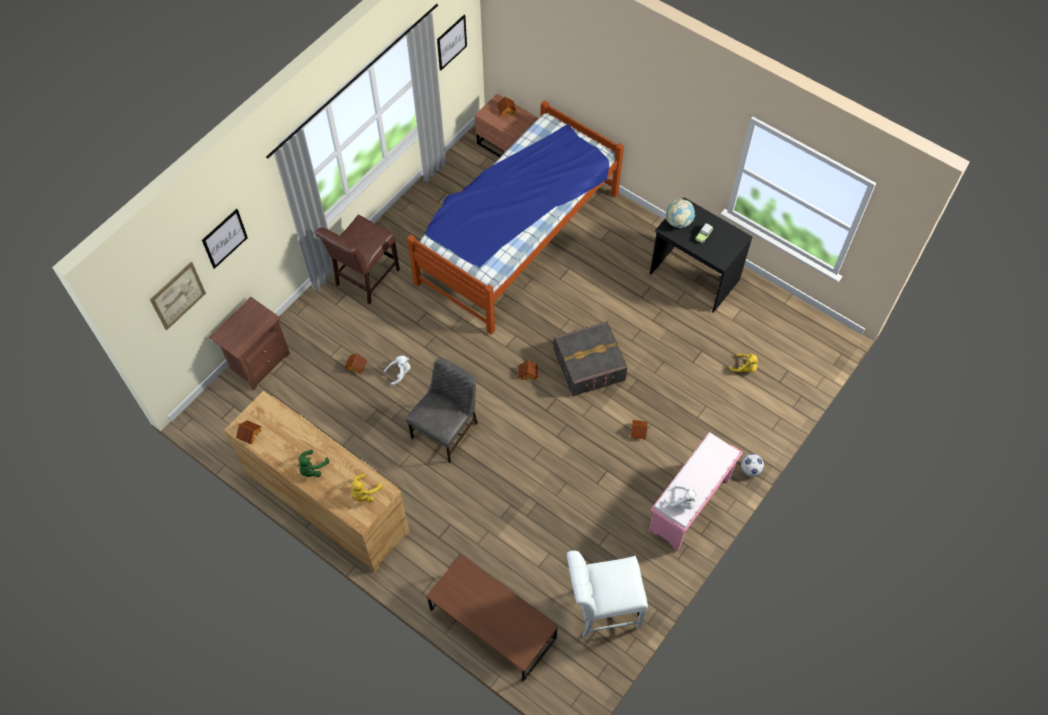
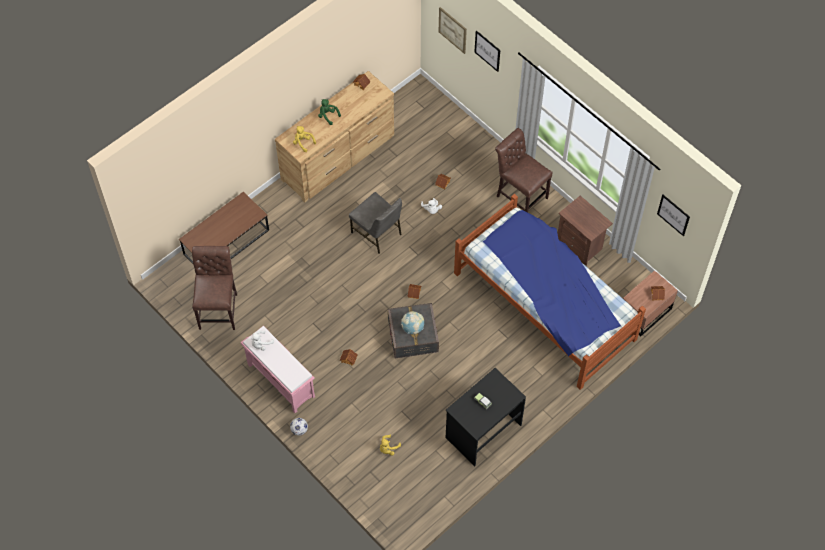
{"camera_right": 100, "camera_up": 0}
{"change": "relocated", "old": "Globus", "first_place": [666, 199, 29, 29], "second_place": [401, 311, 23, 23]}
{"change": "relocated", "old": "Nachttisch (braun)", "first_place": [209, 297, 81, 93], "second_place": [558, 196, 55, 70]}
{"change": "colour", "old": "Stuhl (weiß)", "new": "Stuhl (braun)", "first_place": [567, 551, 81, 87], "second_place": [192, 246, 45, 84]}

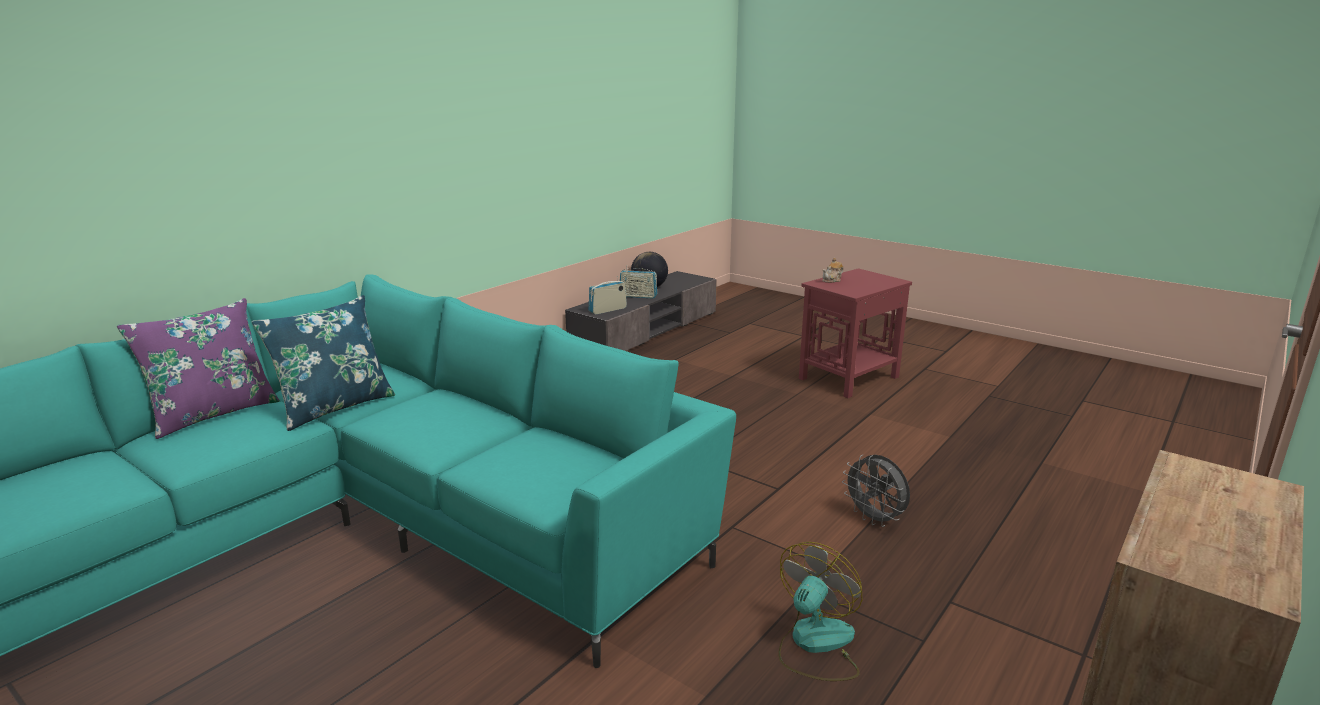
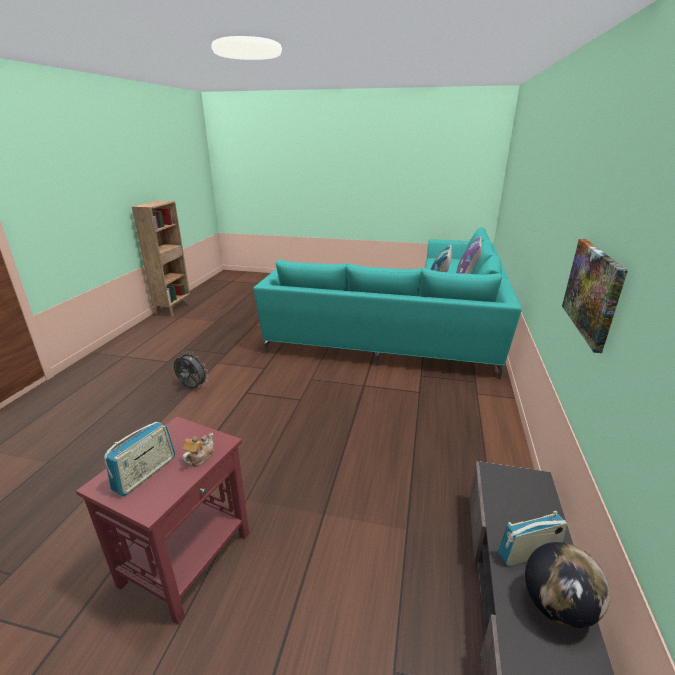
{"camera_right": 155, "camera_up": 5}
{"change": "relocated", "old": "Radio", "first_place": [589, 276, 38, 38], "second_place": [104, 422, 71, 74]}
{"change": "missing", "old": "Ventilator", "first_place": [778, 542, 84, 139]}
{"change": "appeared", "new": "Bild", "second_place": [562, 239, 66, 114]}

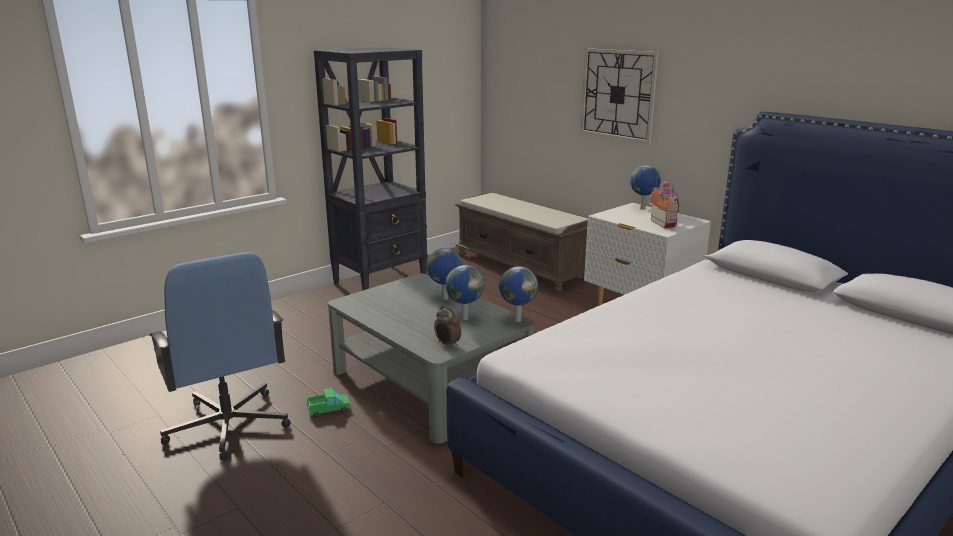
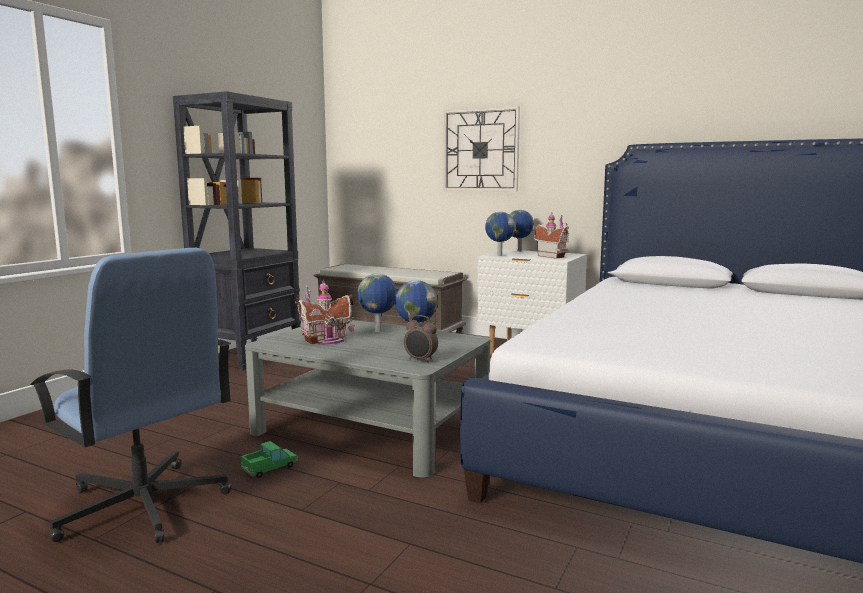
{"camera_right": -20, "camera_up": -10}
{"change": "relocated", "old": "Globus", "first_place": [499, 266, 39, 56], "second_place": [485, 212, 30, 44]}
{"change": "appeared", "new": "Spielzeughaus", "second_place": [295, 279, 59, 66]}

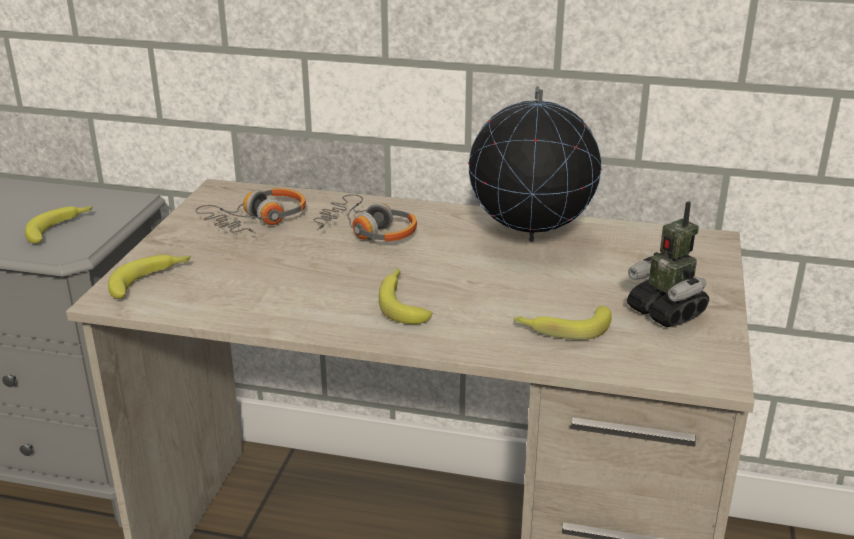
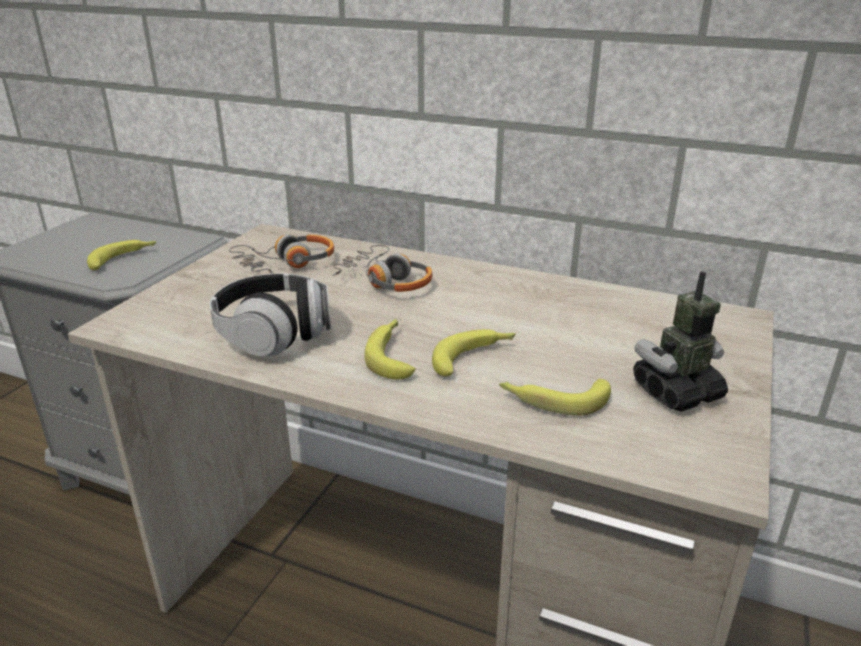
{"camera_right": 10, "camera_up": 0}
{"change": "missing", "old": "Globus", "first_place": [468, 86, 134, 156]}
{"change": "spun", "old": "Spielzeugroboter", "first_place": [627, 201, 82, 126], "second_place": [633, 271, 95, 141], "degrees": 90}
{"change": "relocated", "old": "Banane", "first_place": [108, 255, 83, 44], "second_place": [432, 329, 84, 47]}
{"change": "appeared", "new": "Kopfhörer", "second_place": [210, 273, 121, 83]}

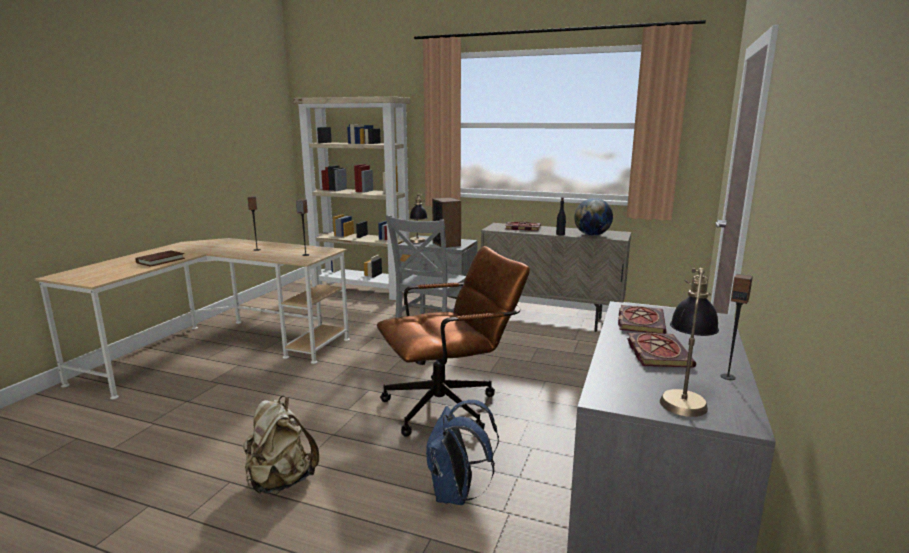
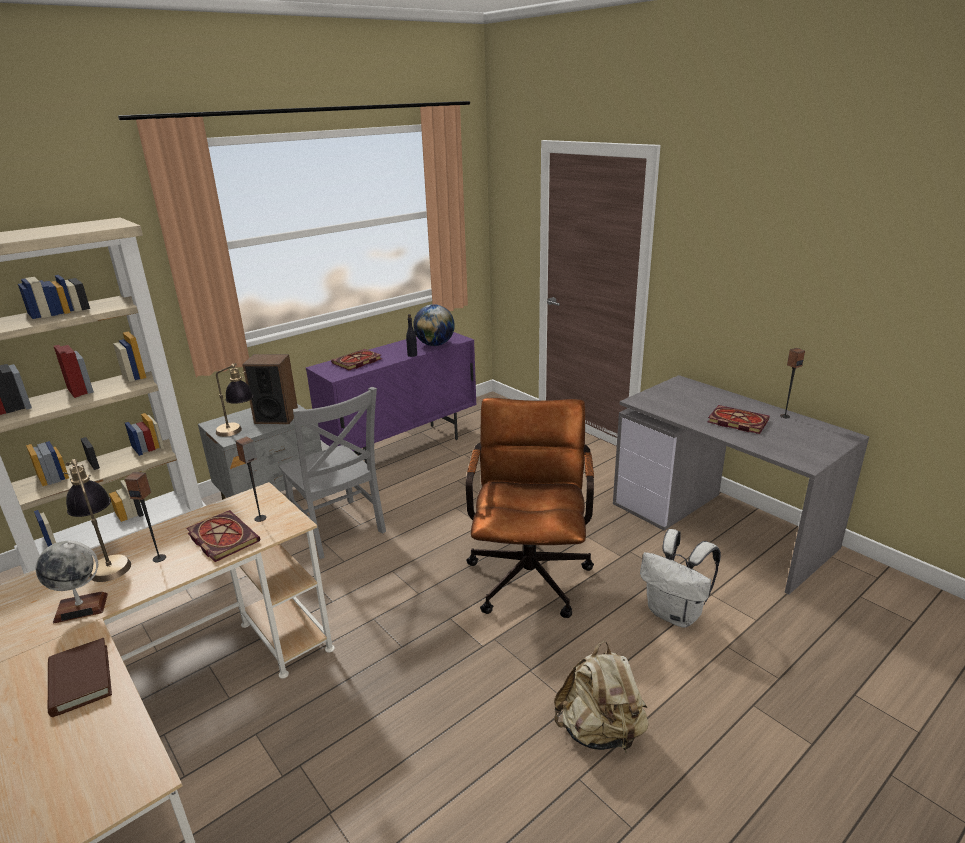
{"camera_right": -60, "camera_up": 10}
{"change": "colour", "old": "Schrank (beige)", "new": "Schrank (lila)", "first_place": [481, 223, 150, 109], "second_place": [306, 332, 171, 132]}
{"change": "relocated", "old": "Tischlampe", "first_place": [660, 268, 59, 149], "second_place": [63, 459, 68, 123]}
{"change": "relocated", "old": "Buch", "first_place": [618, 305, 48, 29], "second_place": [186, 510, 74, 52]}
{"change": "colour", "old": "Rucksack (blau)", "new": "Rucksack (weiß)", "first_place": [426, 400, 73, 105], "second_place": [640, 529, 81, 99]}
{"change": "appeared", "new": "Globus", "second_place": [36, 540, 72, 84]}

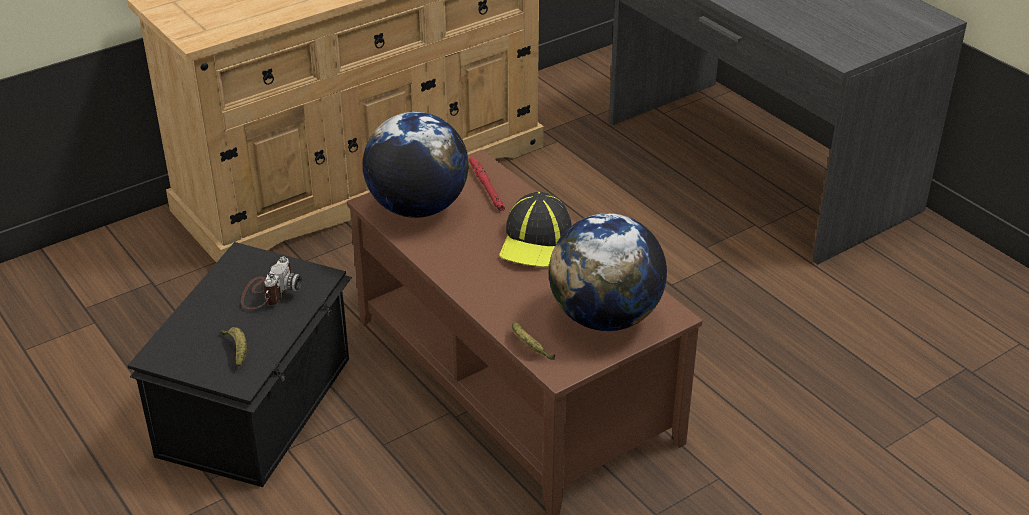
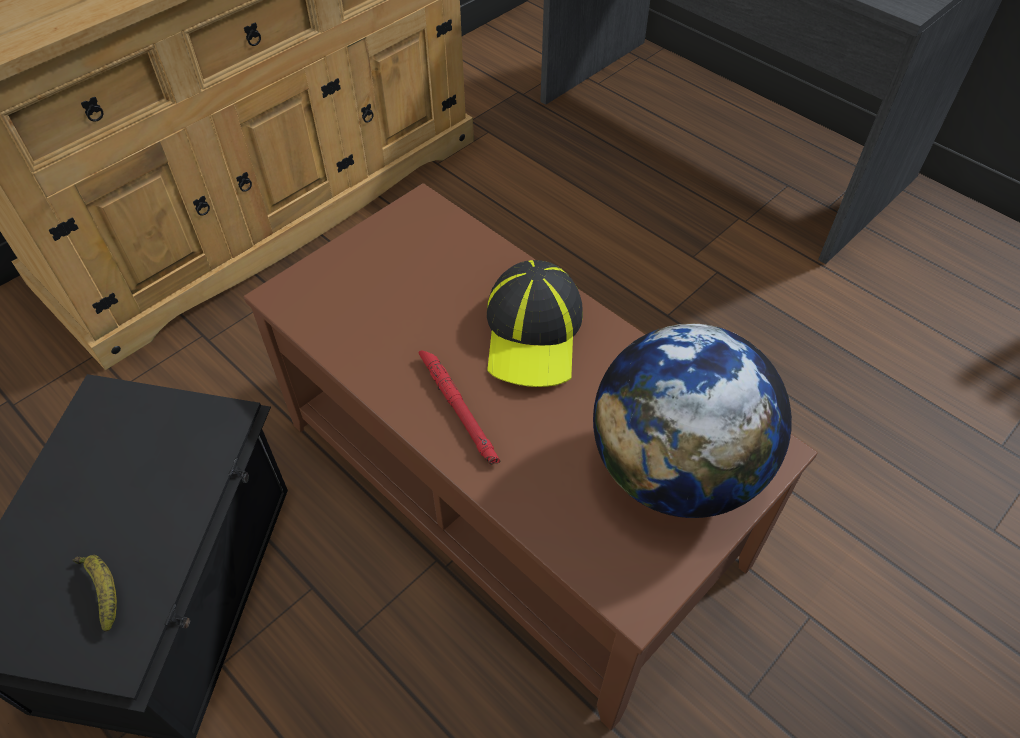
{"camera_right": -10, "camera_up": 15}
{"change": "missing", "old": "Globus", "first_place": [363, 112, 106, 106]}
{"change": "relocated", "old": "Taschenlampe (rot)", "first_place": [469, 158, 36, 53], "second_place": [418, 351, 83, 113]}
{"change": "missing", "old": "Kamera", "first_place": [241, 257, 61, 52]}
{"change": "missing", "old": "Banane", "first_place": [512, 322, 43, 38]}

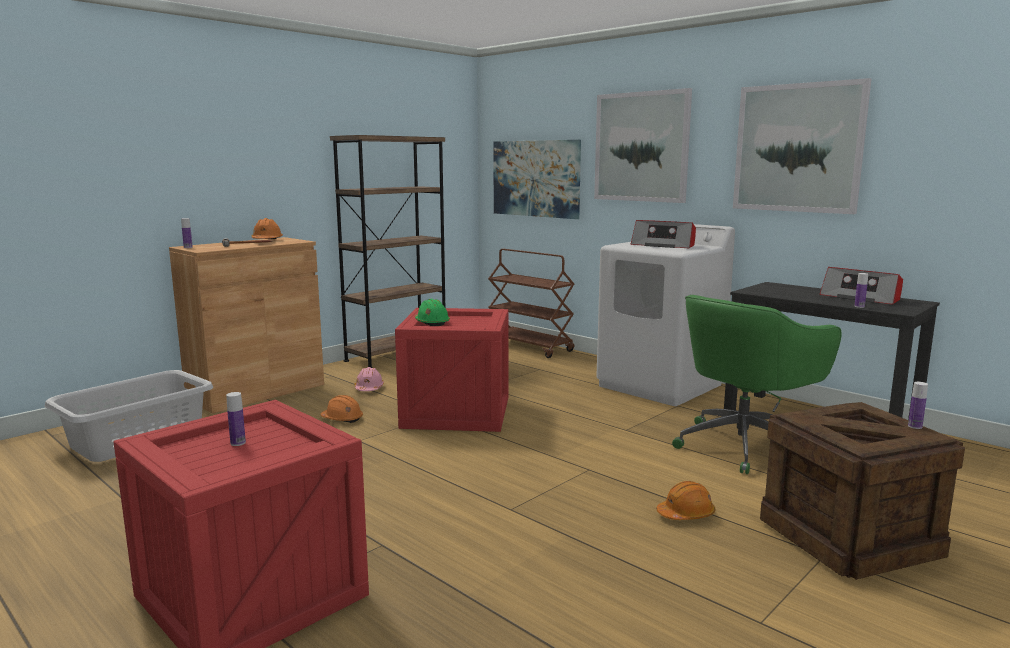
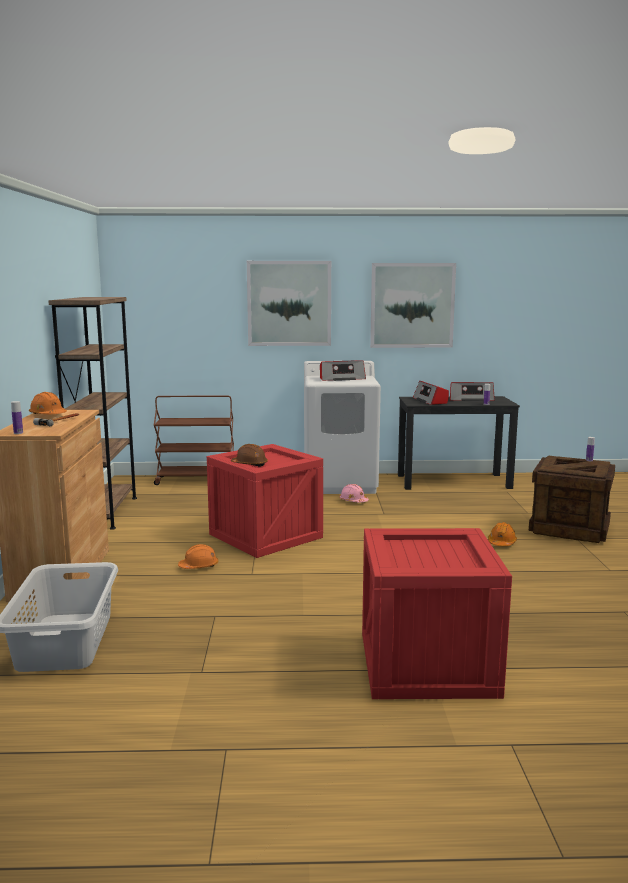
{"camera_right": -45, "camera_up": 0}
{"change": "missing", "old": "Bild", "first_place": [493, 140, 88, 79]}
{"change": "missing", "old": "Bürostuhl (grün)", "first_place": [672, 295, 169, 179]}
{"change": "colour", "old": "Schutzhelm (grün)", "new": "Schutzhelm (braun)", "first_place": [415, 299, 35, 27], "second_place": [231, 444, 37, 23]}
{"change": "relocated", "old": "Schutzhelm (rosa)", "first_place": [354, 367, 30, 24], "second_place": [339, 484, 30, 19]}
{"change": "missing", "old": "Flasche", "first_place": [226, 392, 20, 54]}
{"change": "appeared", "new": "Radio", "second_place": [413, 381, 36, 24]}

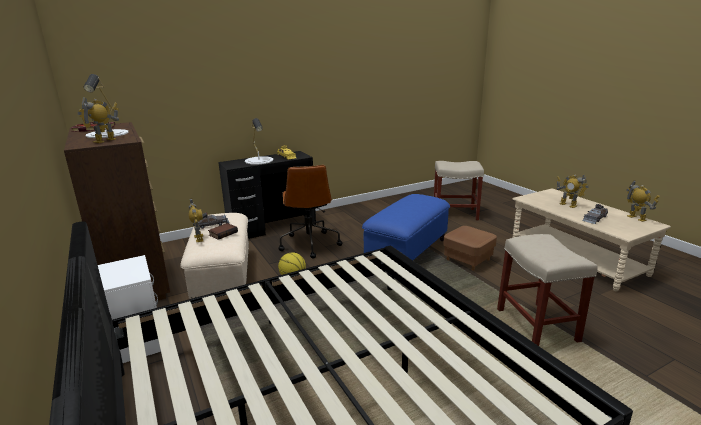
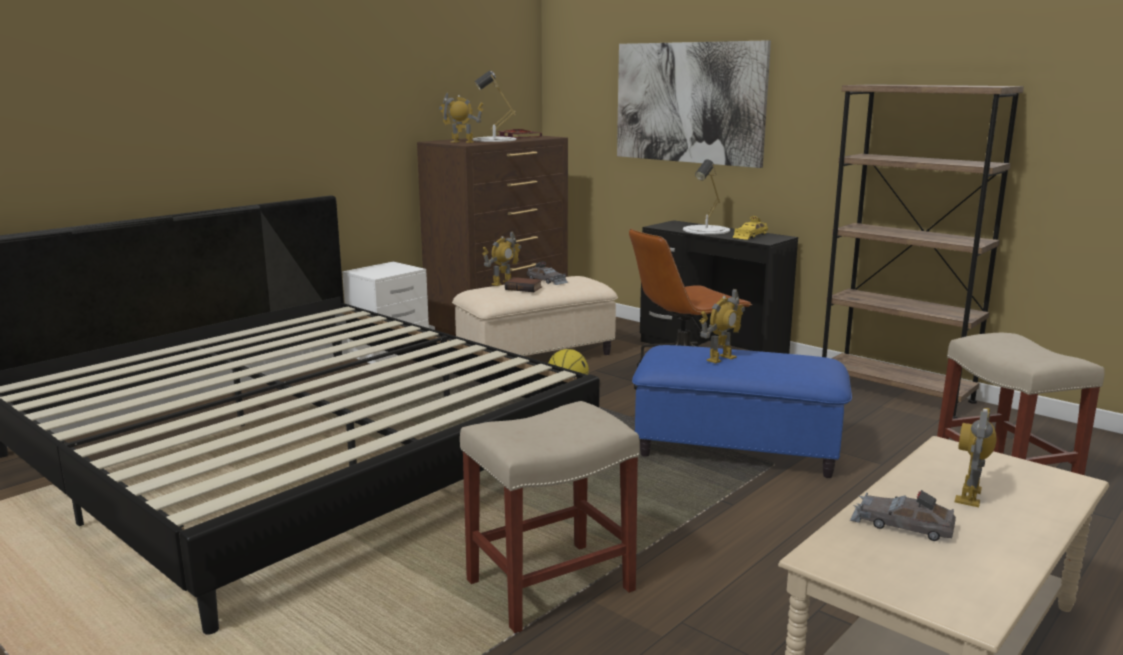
{"camera_right": 70, "camera_up": -5}
{"change": "relocated", "old": "Spielzeugroboter", "first_place": [626, 180, 34, 42], "second_place": [700, 289, 45, 74]}
{"change": "missing", "old": "Polsterhocker (braun)", "first_place": [443, 226, 54, 45]}
{"change": "appeared", "new": "Bild", "second_place": [617, 40, 154, 128]}
{"change": "appeared", "new": "Bücherregal (braun)", "second_place": [822, 84, 202, 335]}

